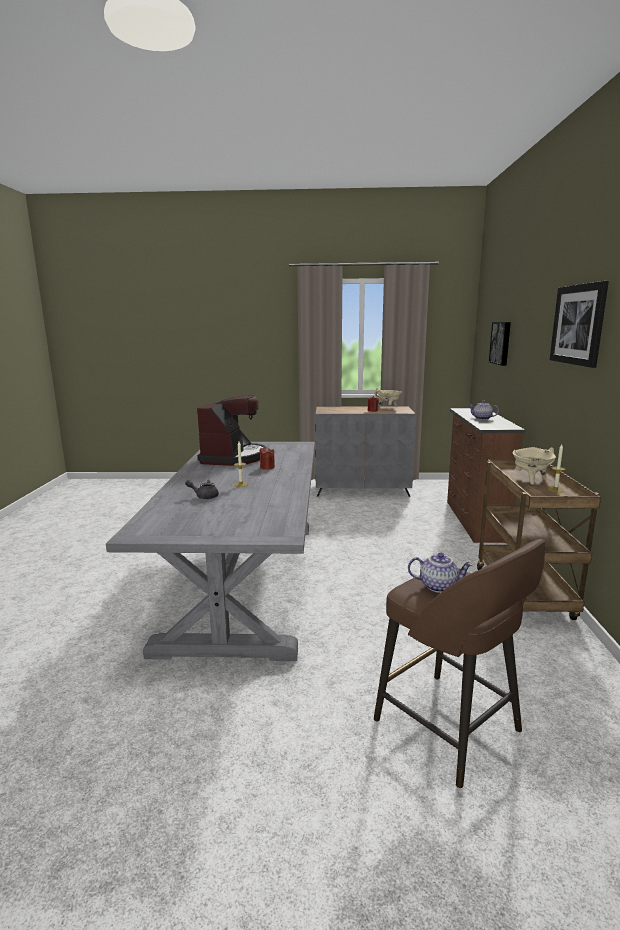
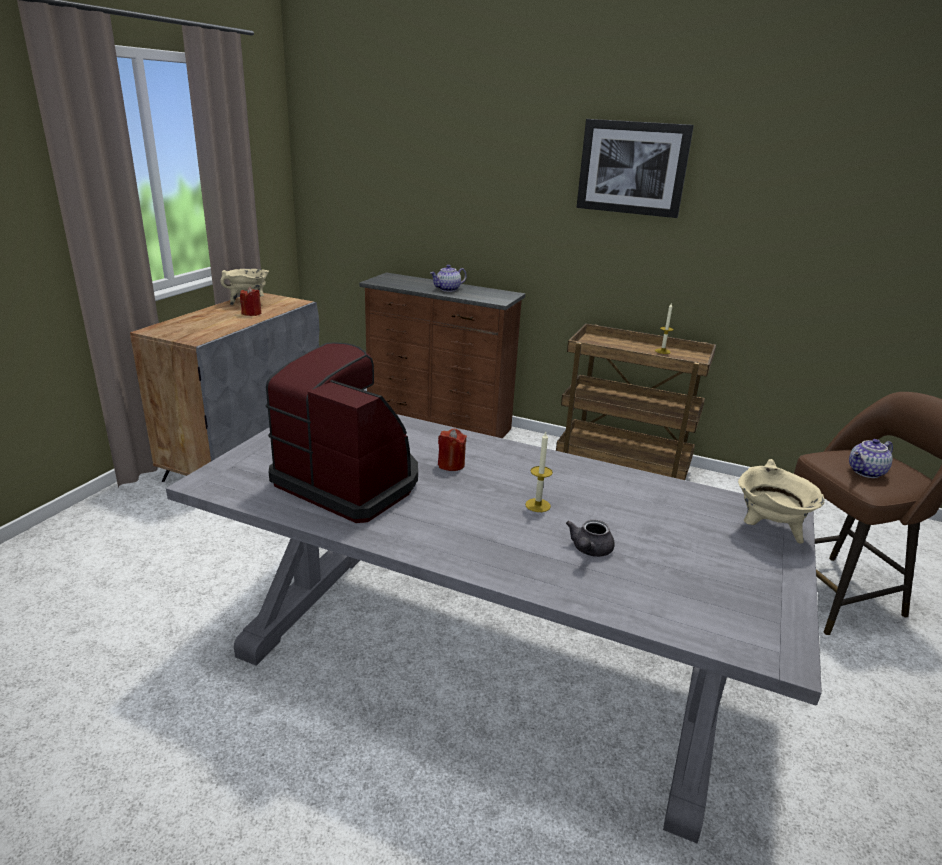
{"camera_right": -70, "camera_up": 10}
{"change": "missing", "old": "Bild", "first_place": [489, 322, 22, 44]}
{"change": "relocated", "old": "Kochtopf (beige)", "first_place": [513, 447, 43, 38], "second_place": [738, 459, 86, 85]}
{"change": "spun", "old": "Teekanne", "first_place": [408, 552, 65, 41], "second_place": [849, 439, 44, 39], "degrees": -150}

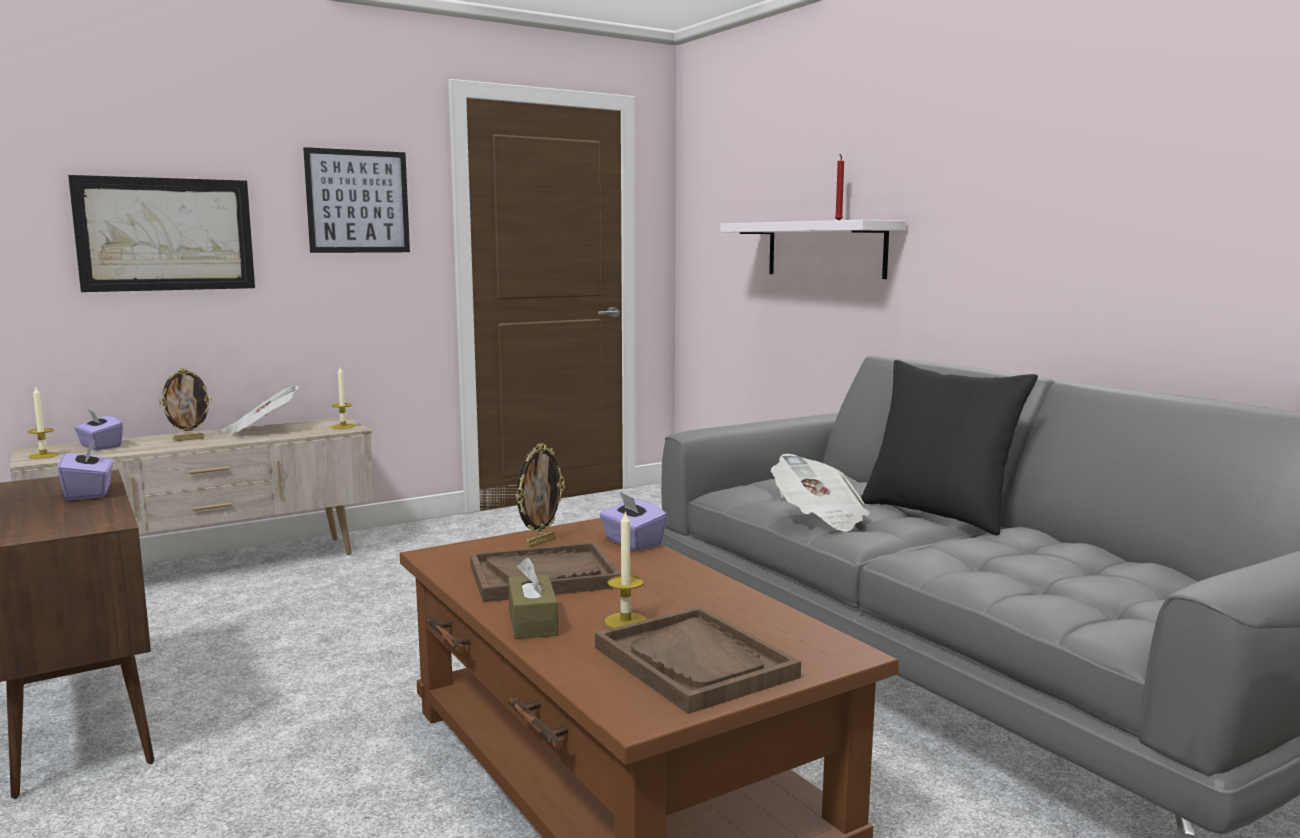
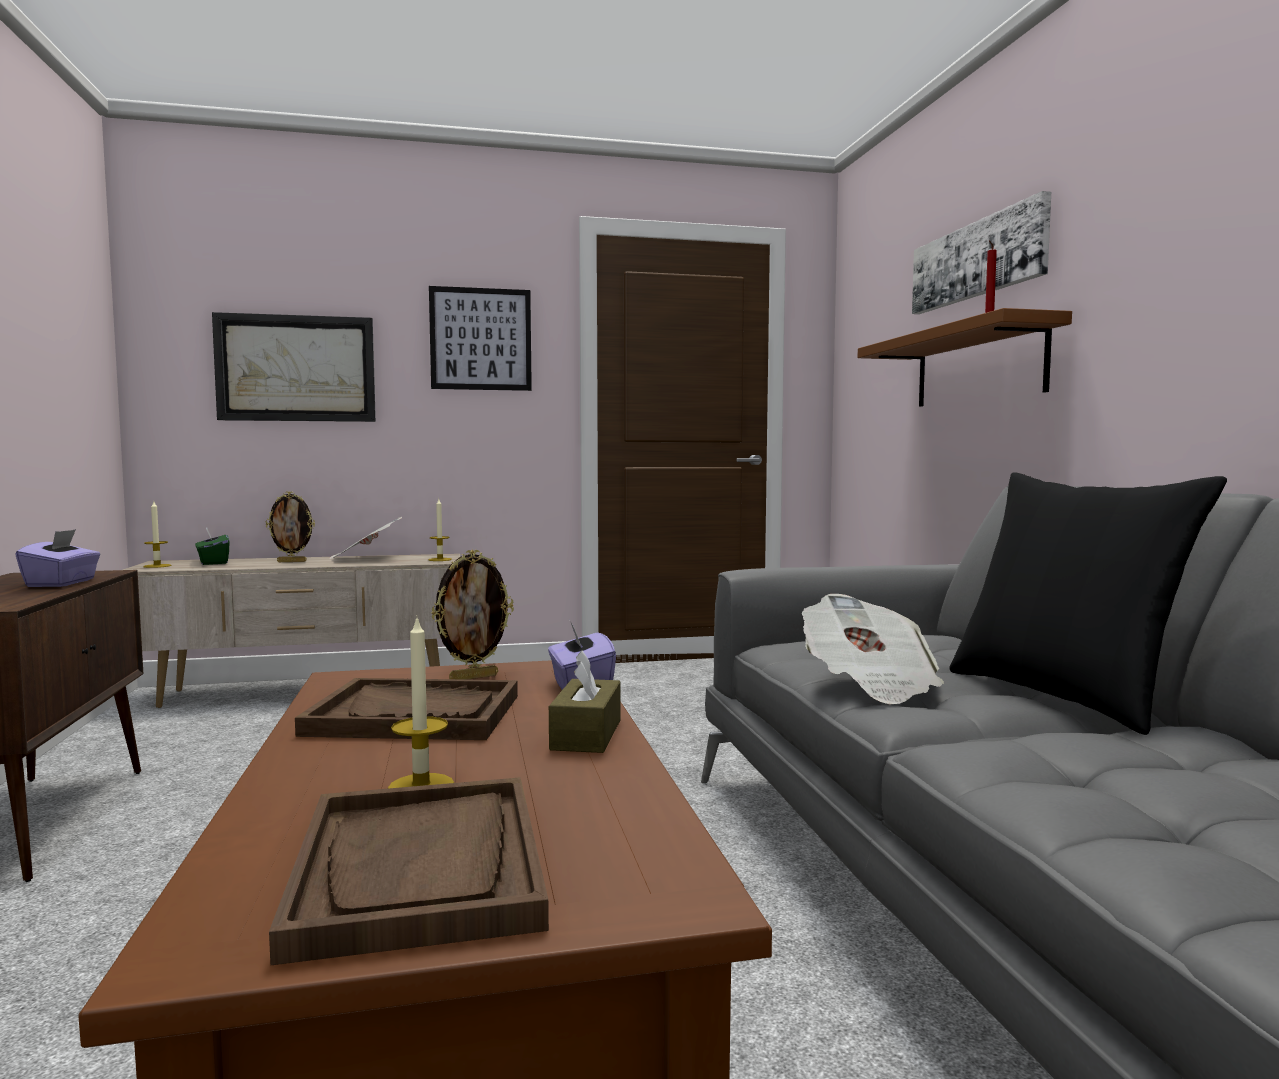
{"camera_right": 20, "camera_up": -5}
{"change": "colour", "old": "Wandregal (weiß)", "new": "Wandregal (braun)", "first_place": [720, 220, 186, 59], "second_place": [857, 308, 215, 99]}
{"change": "colour", "old": "Taschentuchbox (lila)", "new": "Taschentuchbox (grün)", "first_place": [74, 410, 49, 40], "second_place": [195, 528, 35, 37]}
{"change": "relocated", "old": "Taschentuchbox (braun)", "first_place": [508, 557, 50, 82], "second_place": [549, 651, 72, 102]}
{"change": "appeared", "new": "Bild", "second_place": [912, 191, 139, 123]}

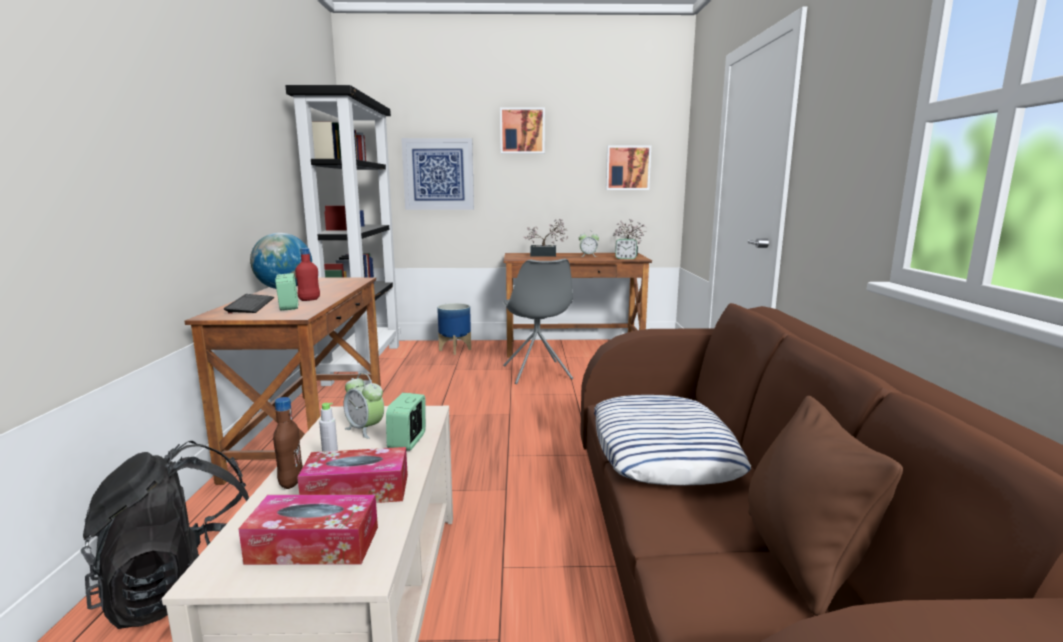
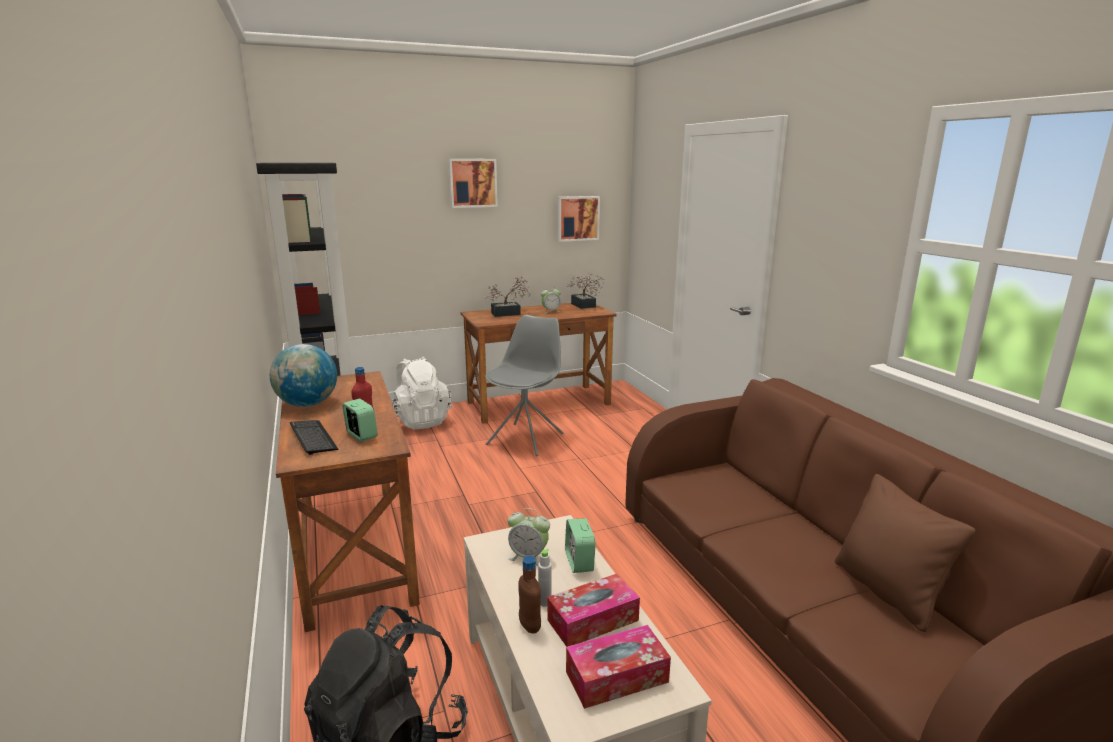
{"camera_right": -20, "camera_up": 5}
{"change": "missing", "old": "Bild", "first_place": [401, 138, 73, 72]}
{"change": "missing", "old": "Wecker", "first_place": [615, 239, 22, 20]}
{"change": "spun", "old": "Stuhl (grau)", "first_place": [503, 259, 70, 125], "second_place": [485, 315, 78, 141], "degrees": -120}
{"change": "exchanged", "old": "Pflanzkübel", "new": "Rucksack (weiß)", "first_place": [437, 303, 34, 52], "second_place": [391, 357, 61, 72]}
{"change": "missing", "old": "Kissen", "first_place": [594, 395, 157, 91]}

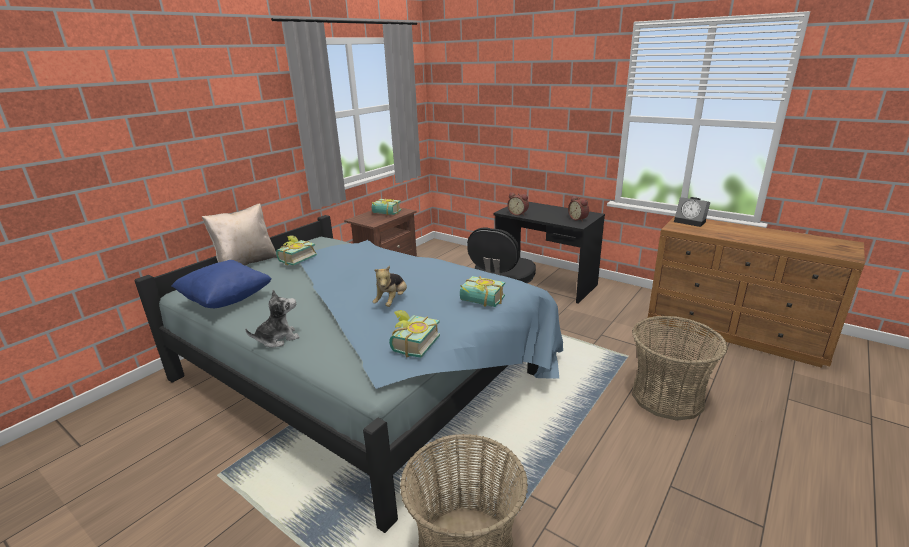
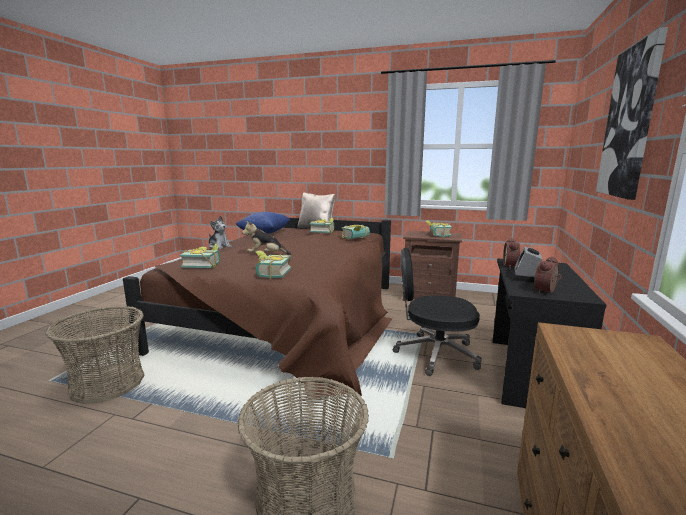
{"camera_right": 70, "camera_up": -10}
{"change": "relocated", "old": "Wecker", "first_place": [674, 197, 36, 30], "second_place": [512, 246, 30, 37]}
{"change": "colour", "old": "Bett (blau)", "new": "Bett (braun)", "first_place": [134, 215, 429, 318], "second_place": [123, 218, 270, 181]}
{"change": "appeared", "new": "Bild", "second_place": [596, 27, 72, 173]}
{"change": "appeared", "new": "Buch", "second_place": [341, 225, 29, 14]}

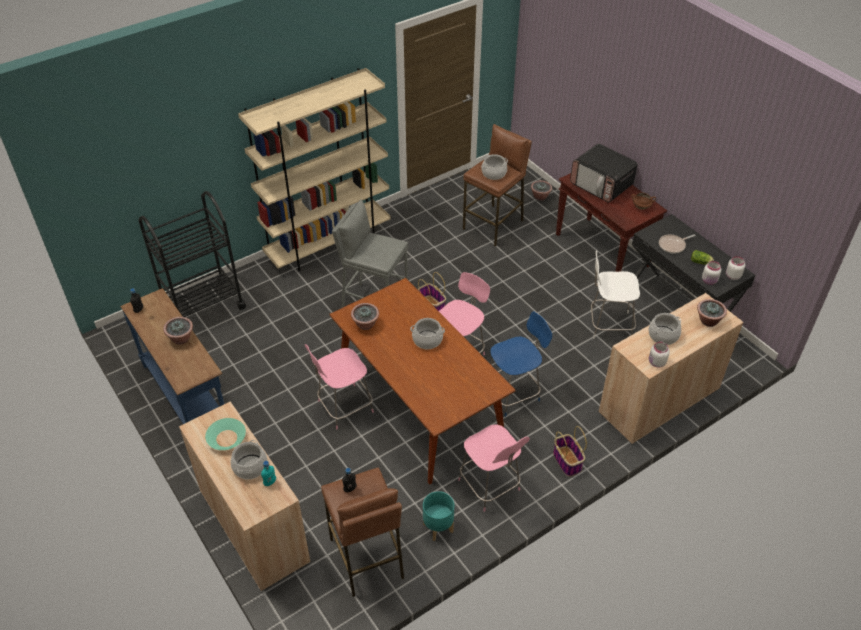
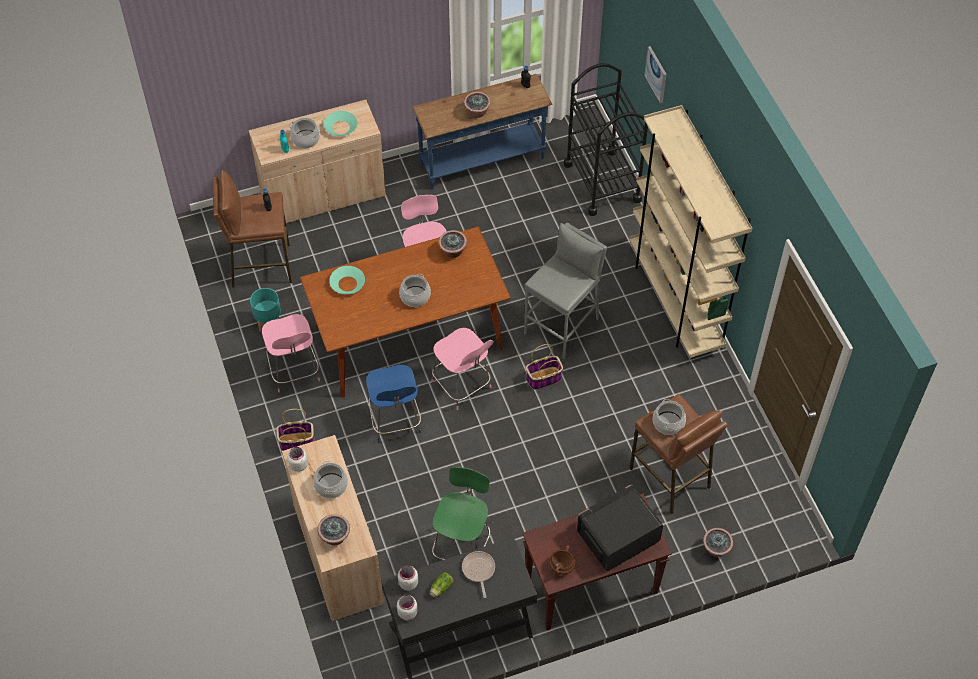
{"camera_right": 105, "camera_up": 10}
{"change": "colour", "old": "Stuhl (weiß)", "new": "Stuhl (grün)", "first_place": [590, 250, 50, 89], "second_place": [432, 467, 58, 95]}
{"change": "spun", "old": "Stuhl (rosa)", "first_place": [458, 424, 72, 88], "second_place": [262, 314, 58, 78], "degrees": -90}
{"change": "appeared", "new": "Bild", "second_place": [644, 46, 23, 57]}
{"change": "appeared", "new": "Schüssel (türkis)", "second_place": [329, 266, 36, 29]}

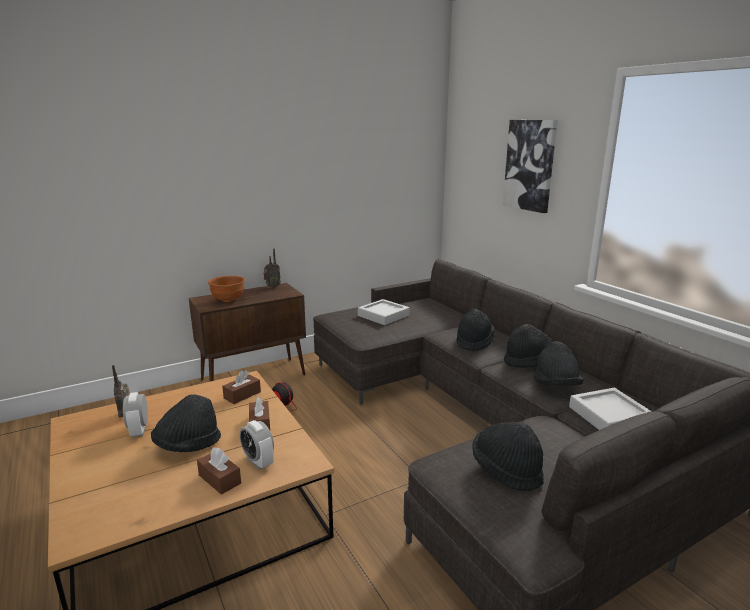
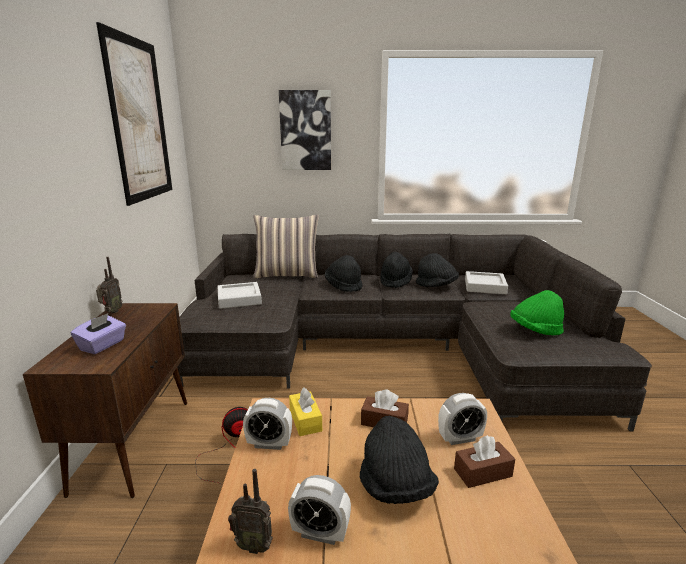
{"camera_right": -60, "camera_up": 0}
{"change": "exchanged", "old": "Schüssel (braun)", "new": "Taschentuchbox (lila)", "first_place": [208, 276, 37, 26], "second_place": [71, 313, 55, 41]}
{"change": "colour", "old": "Taschentuchbox (braun)", "new": "Taschentuchbox (gelb)", "first_place": [222, 370, 39, 34], "second_place": [289, 387, 33, 49]}
{"change": "colour", "old": "Hut (schwarz)", "new": "Hut (grün)", "first_place": [472, 422, 72, 69], "second_place": [510, 290, 54, 45]}
{"change": "appeared", "new": "Bild", "second_place": [96, 22, 76, 184]}
{"change": "appeared", "new": "Kissen", "second_place": [253, 215, 66, 63]}
{"change": "appeared", "new": "Wecker", "second_place": [243, 398, 49, 52]}

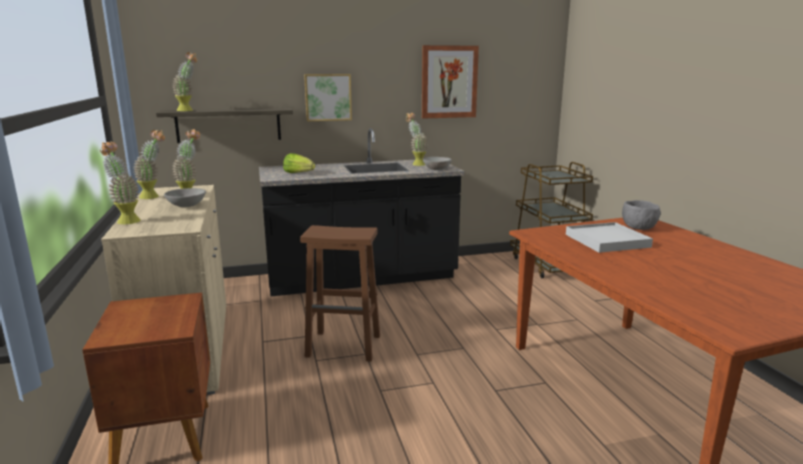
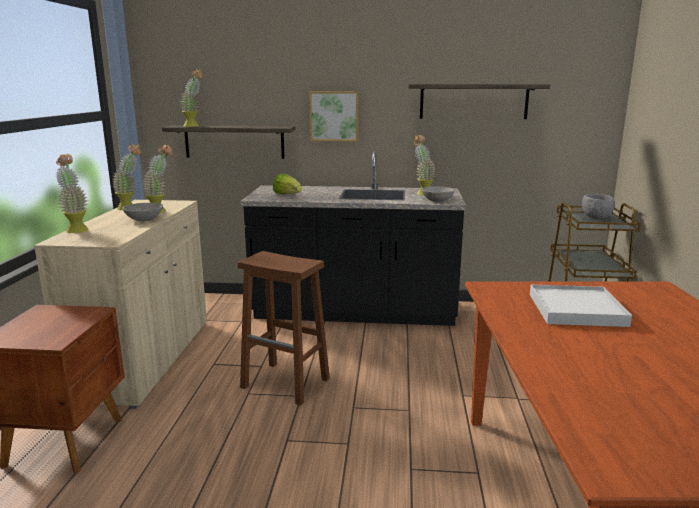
{"camera_right": 20, "camera_up": 0}
{"change": "exchanged", "old": "Bild", "new": "Wandregal", "first_place": [422, 45, 57, 74], "second_place": [408, 84, 142, 35]}
{"change": "relocated", "old": "Schüssel (grau)", "first_place": [622, 200, 39, 30], "second_place": [582, 194, 32, 25]}

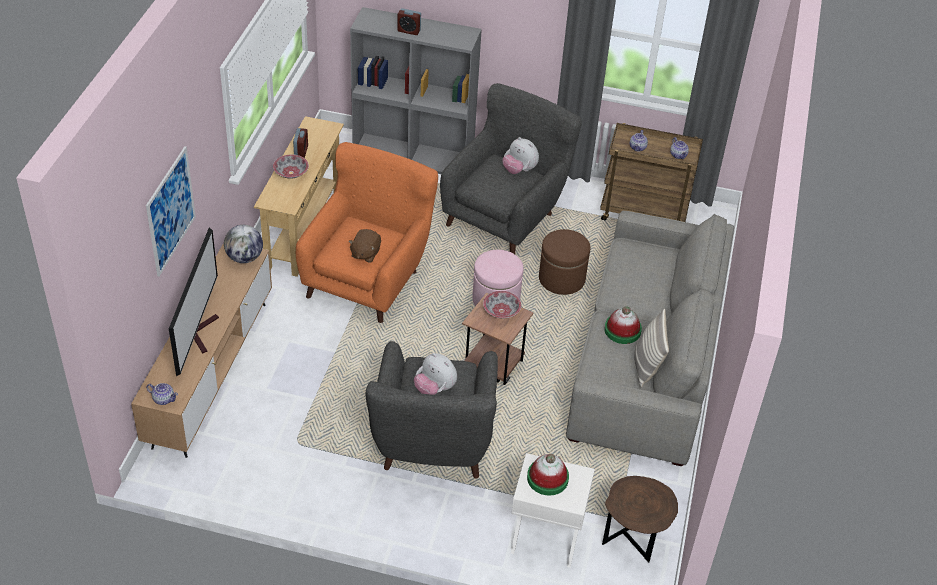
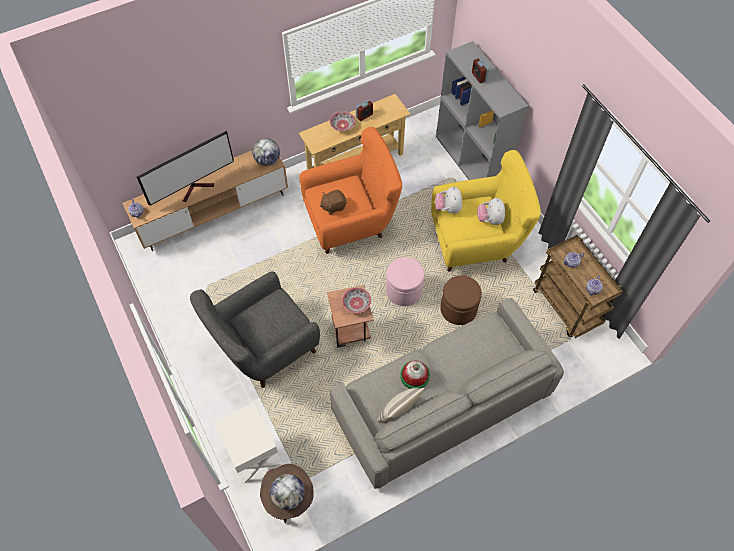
{"camera_right": 50, "camera_up": 15}
{"change": "colour", "old": "Sessel (grau)", "new": "Sessel (gelb)", "first_place": [440, 83, 142, 171], "second_place": [431, 150, 110, 121]}
{"change": "missing", "old": "Bild", "first_place": [146, 146, 50, 131]}
{"change": "relocated", "old": "Plüschtier", "first_place": [414, 353, 43, 42], "second_place": [435, 187, 27, 27]}
{"change": "missing", "old": "Hut", "first_place": [527, 454, 42, 42]}
{"change": "appeared", "new": "Globus", "second_place": [270, 474, 35, 36]}

